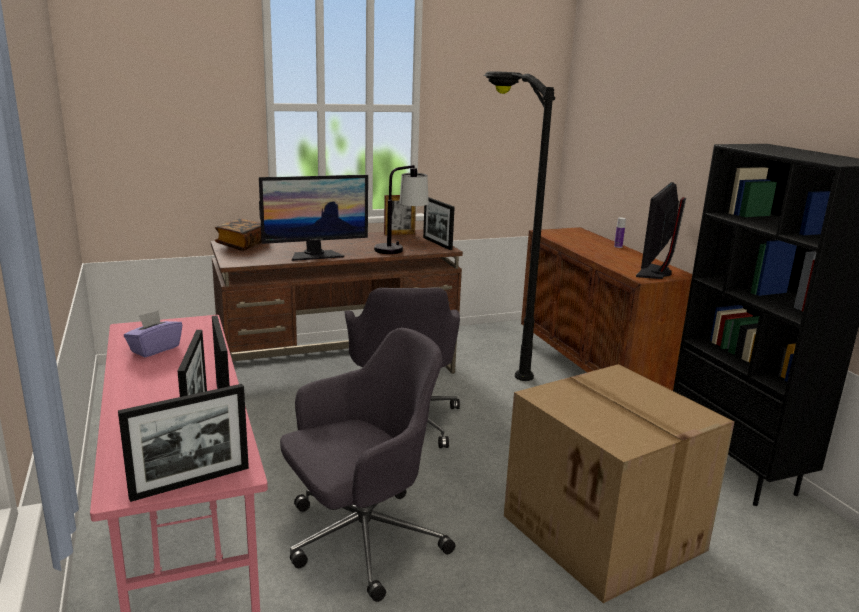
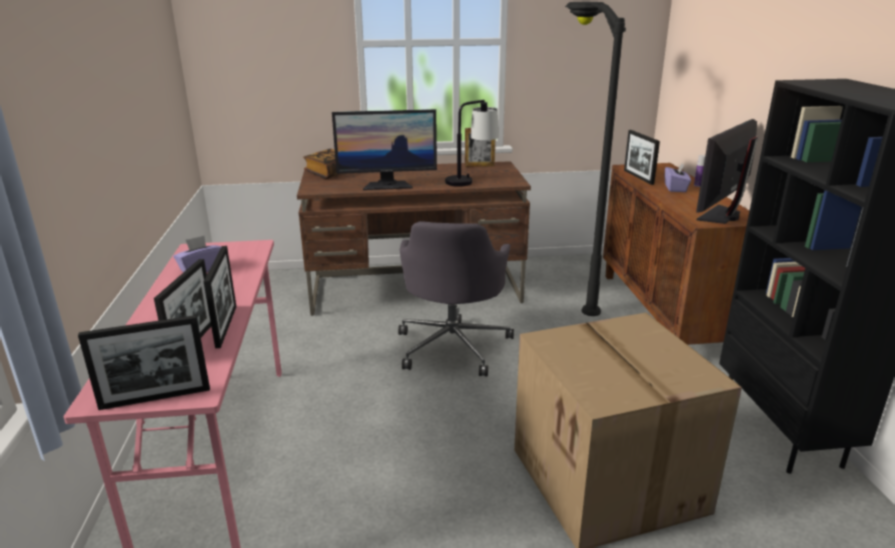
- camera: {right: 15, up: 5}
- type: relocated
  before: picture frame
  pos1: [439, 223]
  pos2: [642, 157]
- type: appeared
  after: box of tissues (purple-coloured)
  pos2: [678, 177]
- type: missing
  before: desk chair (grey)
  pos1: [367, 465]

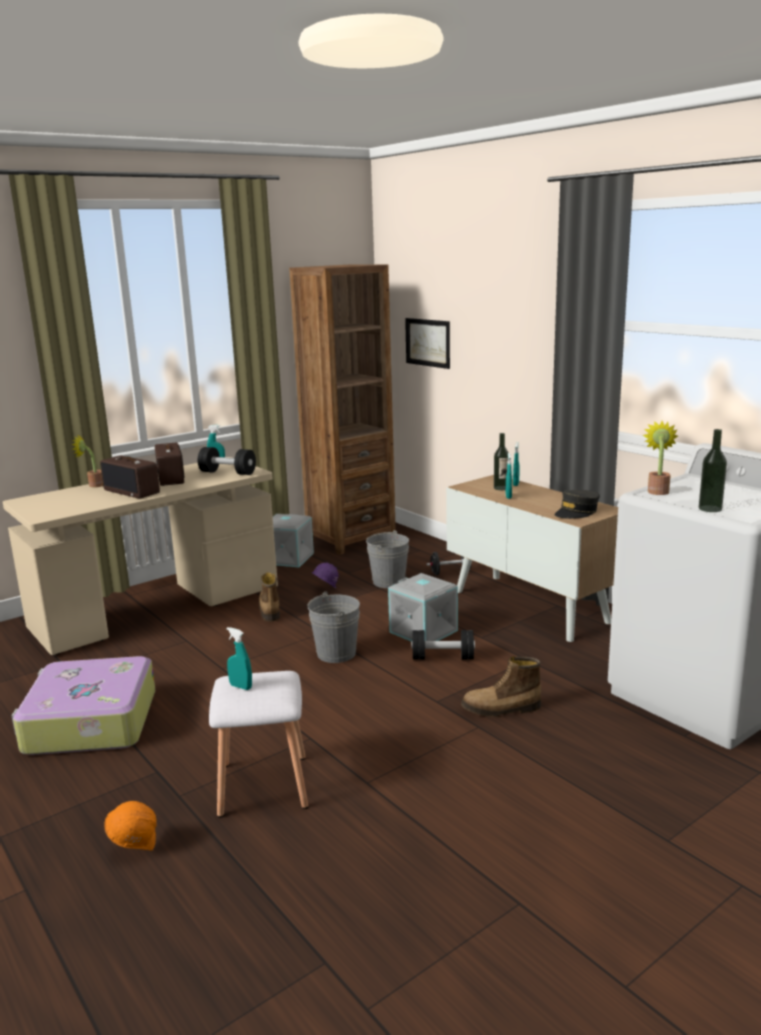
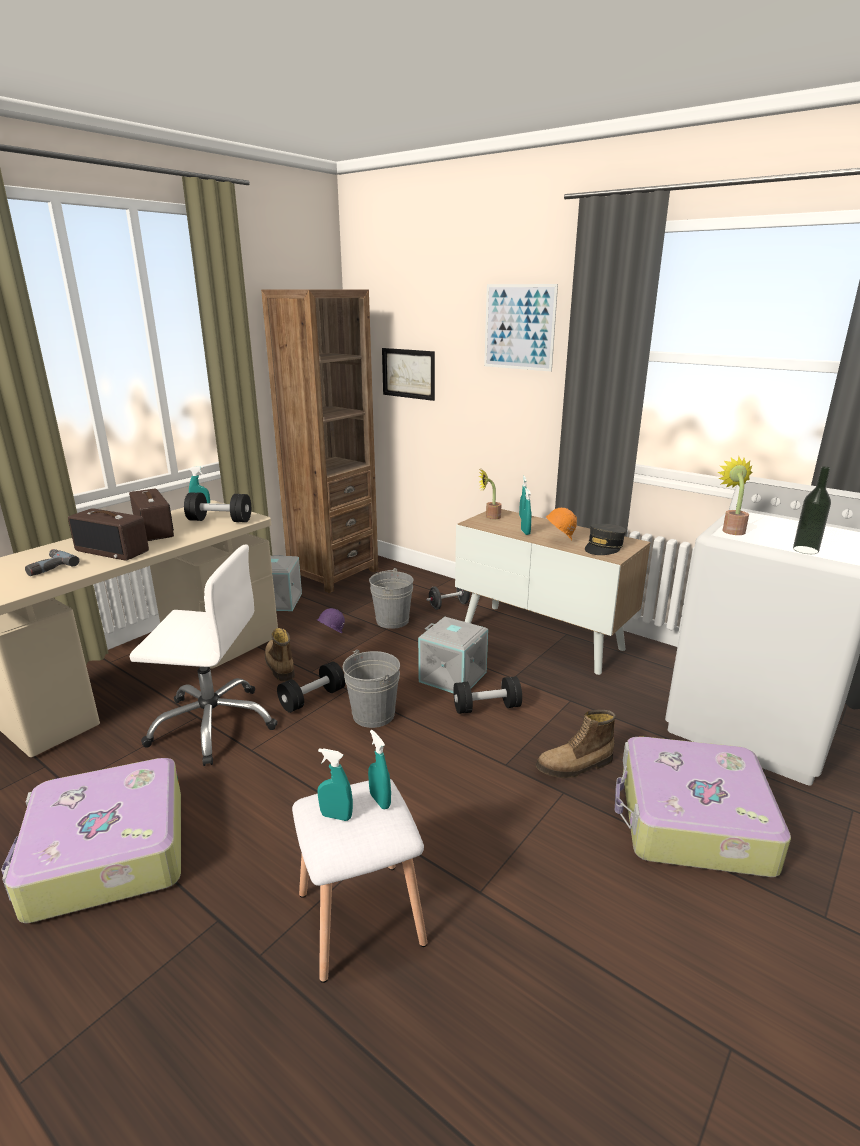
- camera: {right: -15, up: 5}
- type: appeared
  after: power drill
  pos2: [52, 562]
- type: appeared
  after: desk chair (white)
  pos2: [203, 655]
- type: appeared
  after: hand weight (black-coloured)
  pos2: [311, 687]
- type: appeared
  after: hand sprayer (turquoise-coloured)
  pos2: [379, 769]
- type: relocated
  before: potted plant
  pos1: [87, 461]
  pos2: [490, 494]
- type: appeared
  after: wall picture
  pos2: [521, 328]
- type: relocated
  before: safety helmet (orangey)
  pos1: [130, 826]
  pos2: [561, 524]
- type: appeared
  after: piece of luggage
  pos2: [703, 807]
- type: missing
  before: drink bottle
  pos1: [501, 461]

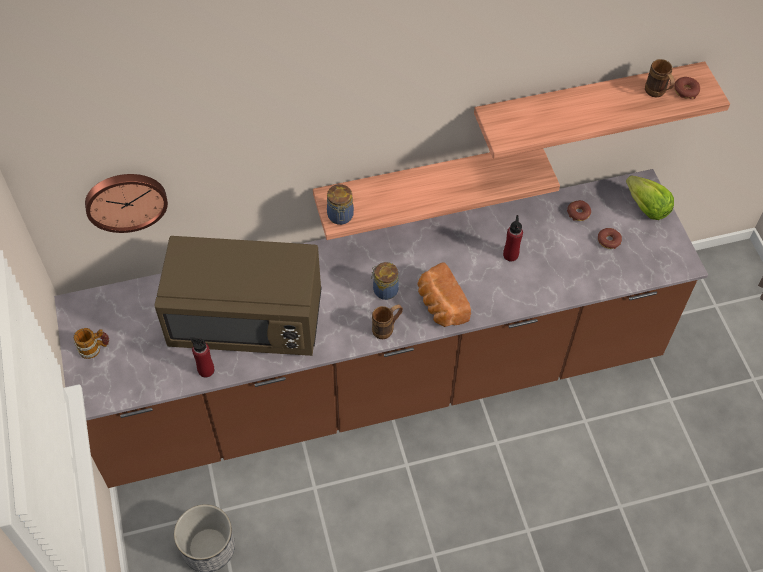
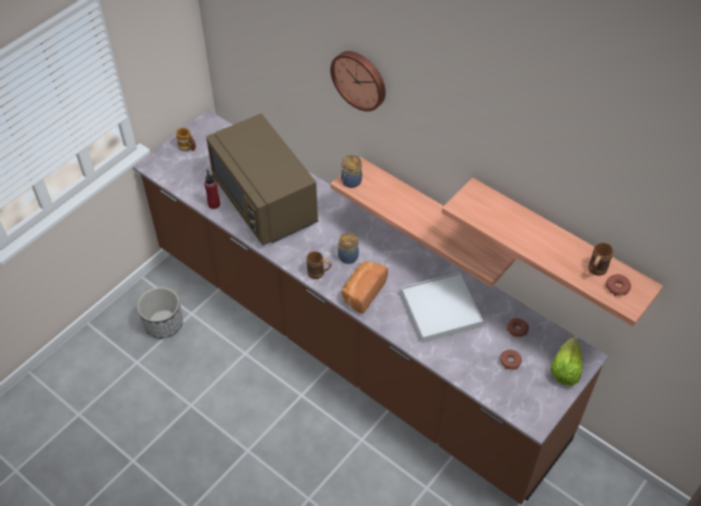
- camera: {right: 55, up: -5}
- type: relocated
  before: wall clock
  pos1: [126, 203]
  pos2: [358, 81]
- type: exchanged
  before: drink bottle (red)
  after: serving tray (white)
  pos1: [513, 238]
  pos2: [442, 307]

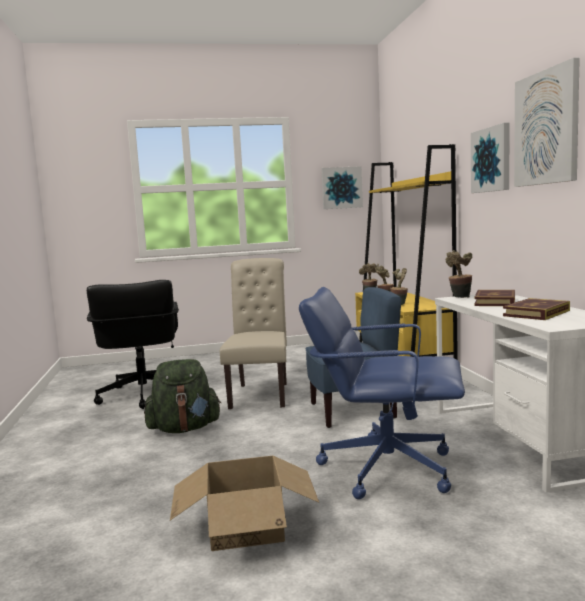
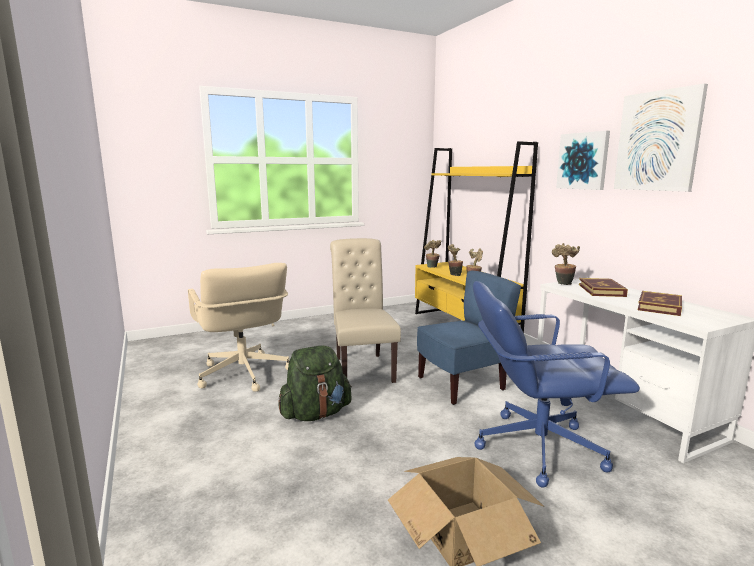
- camera: {right: -15, up: 5}
- type: colour
  before: desk chair (black-coloured)
  after: desk chair (beige-coloured)
  pos1: [133, 344]
  pos2: [238, 327]
- type: missing
  before: wall picture
  pos1: [342, 187]

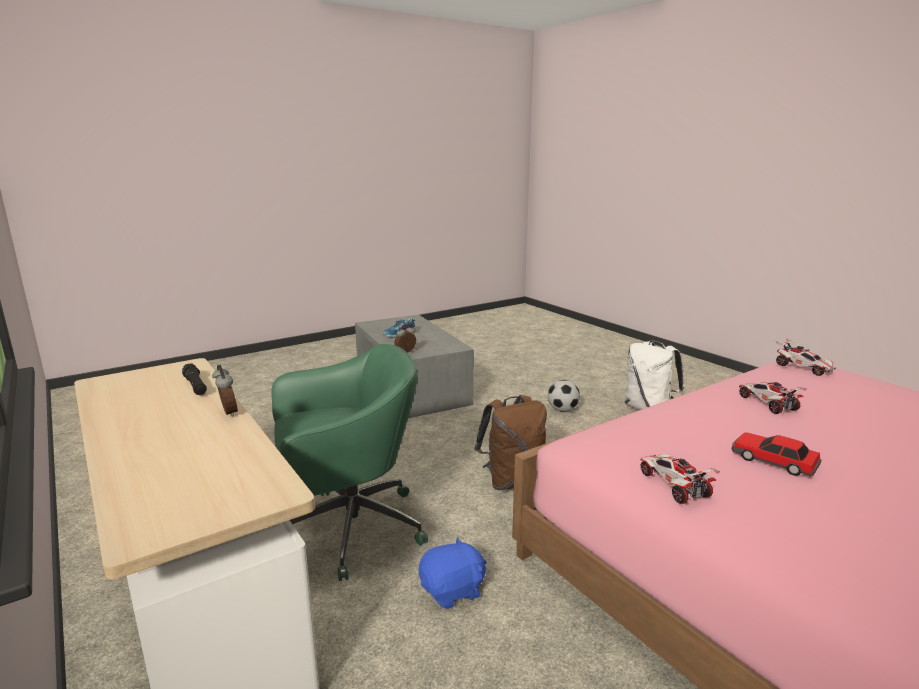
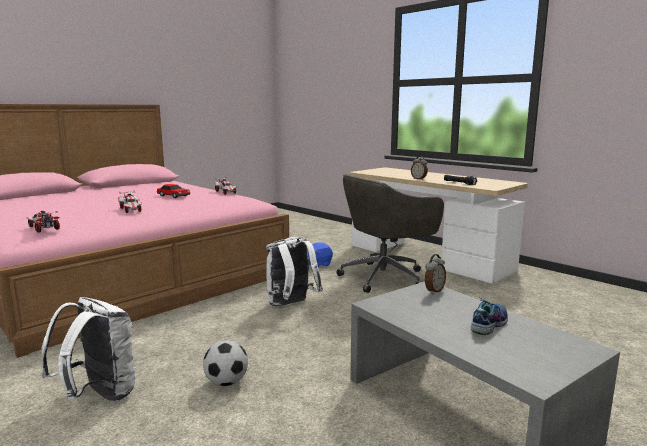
- camera: {right: 170, up: -5}
- type: colour
  before: backpack (brown)
  after: backpack (white)
  pos1: [511, 442]
  pos2: [294, 271]
- type: colour
  before: desk chair (green)
  after: desk chair (grey)
  pos1: [349, 462]
  pos2: [390, 233]

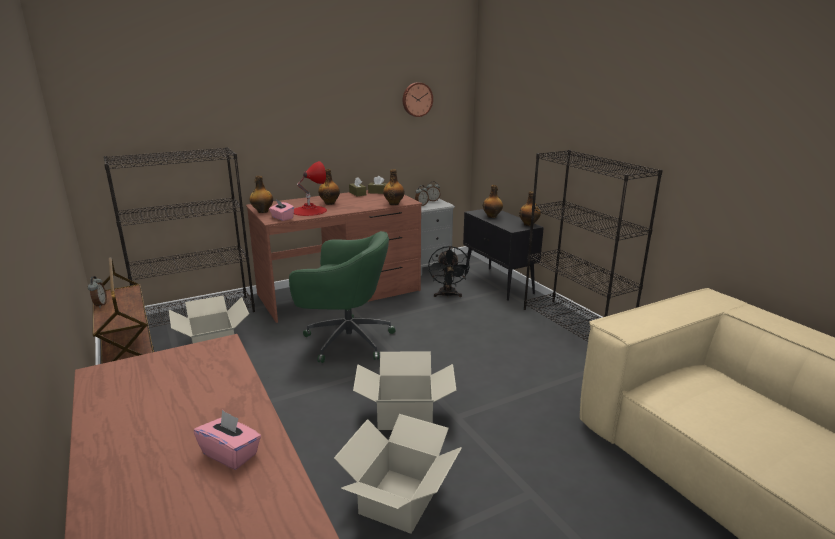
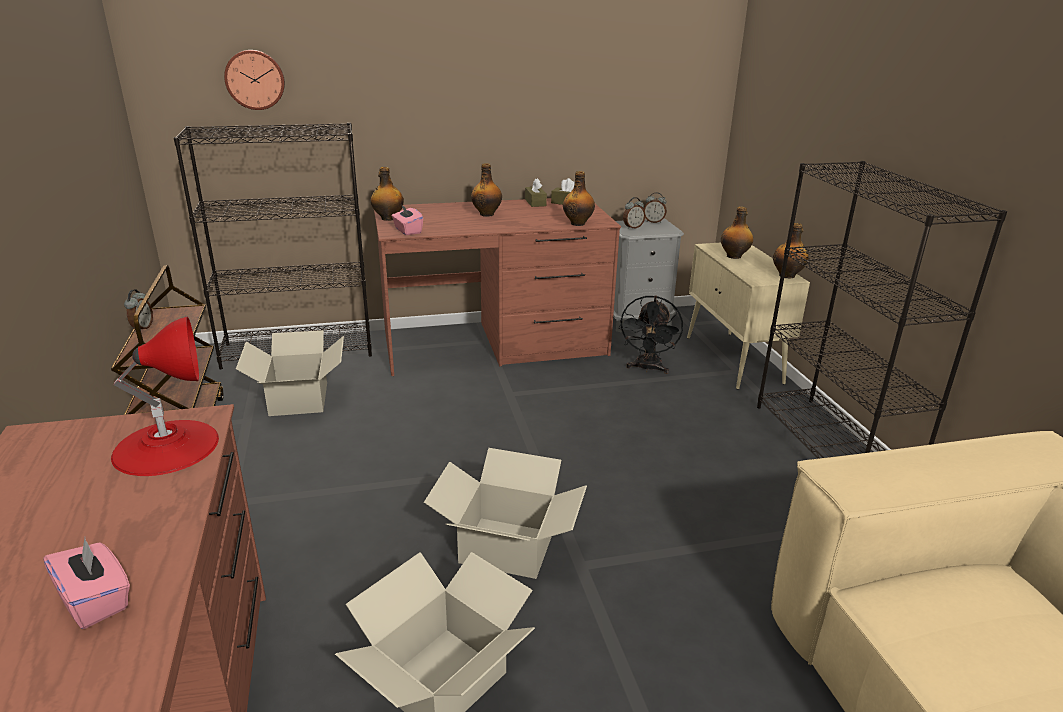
- camera: {right: 15, up: 5}
- type: relocated
  before: lamp for a table (red)
  pos1: [310, 188]
  pos2: [165, 396]
- type: relocated
  before: wall clock
  pos1: [418, 99]
  pos2: [254, 80]
- type: colour
  before: cabinet (black-coloured)
  after: cabinet (beige-coloured)
  pos1: [503, 255]
  pos2: [748, 316]
- type: missing
  before: desk chair (green)
  pos1: [342, 297]

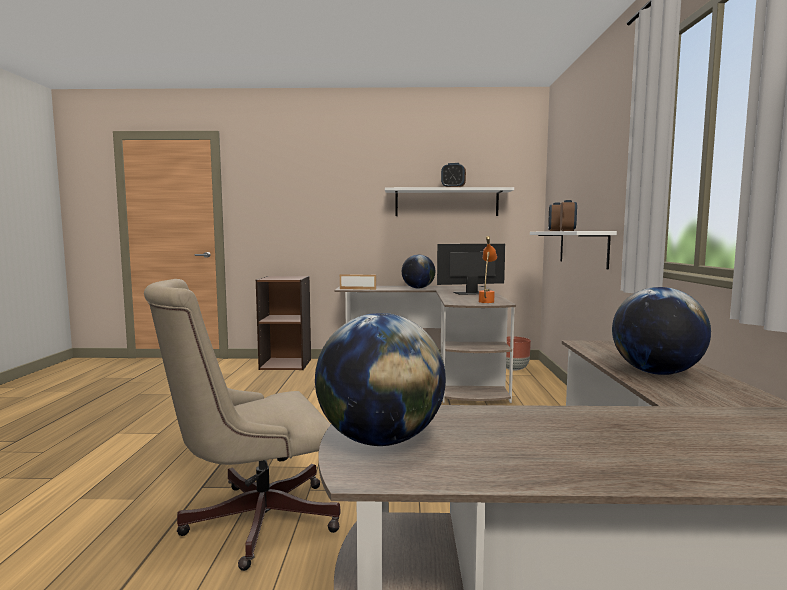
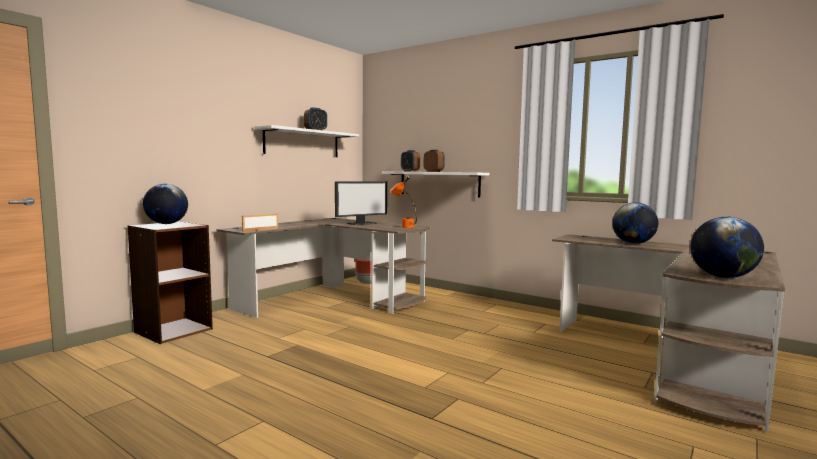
- camera: {right: -55, up: 0}
- type: relocated
  before: desk globe
  pos1: [418, 271]
  pos2: [165, 204]
- type: spun
  before: computer screen
  pos1: [471, 269]
  pos2: [361, 203]
  turn: -150
- type: missing
  before: desk chair (beige-coloured)
  pos1: [242, 425]

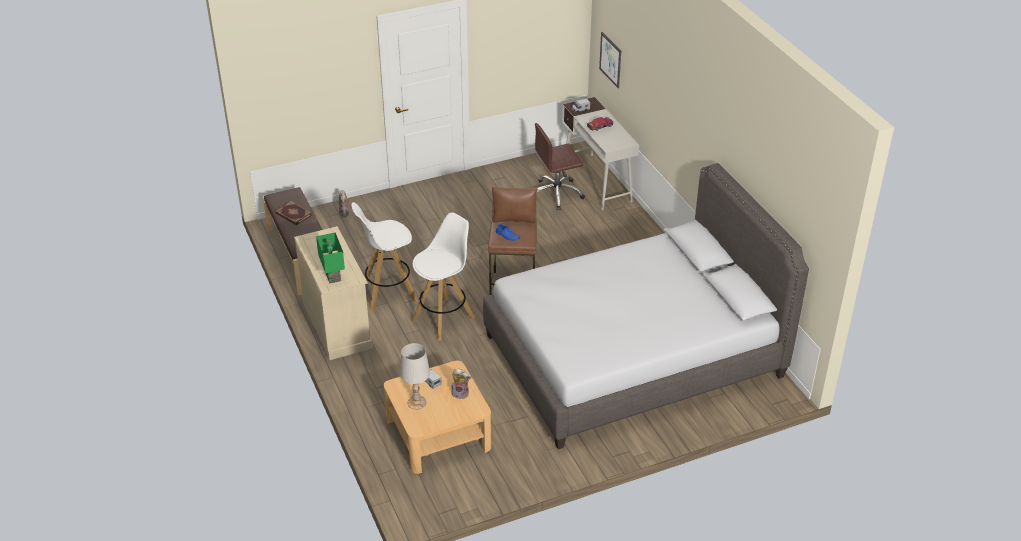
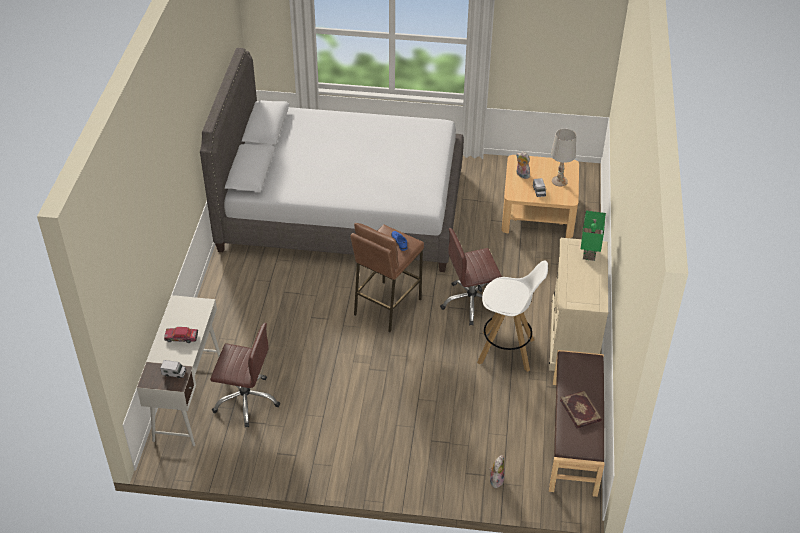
- camera: {right: -150, up: 5}
- type: exchanged
  before: stool seat (white)
  after: desk chair (brown)
  pos1: [443, 276]
  pos2: [471, 276]
- type: missing
  before: wall picture
  pos1: [610, 60]

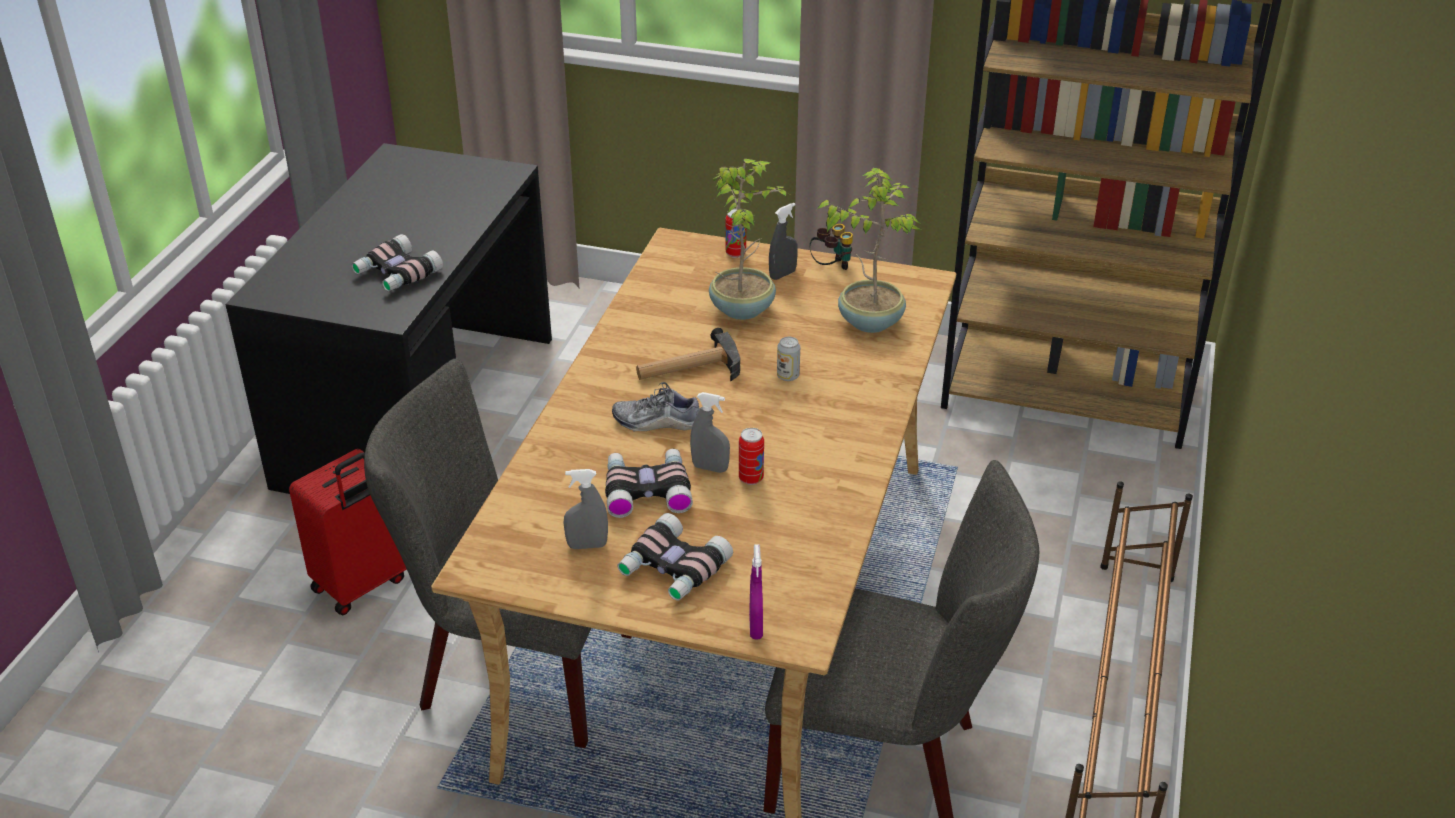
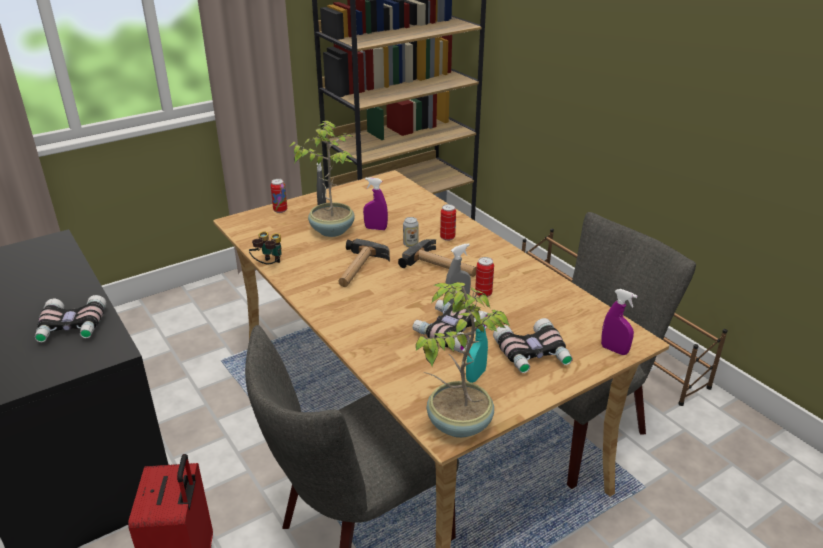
- camera: {right: -50, up: -5}
- type: relocated
  before: pair of binoculars
  pos1: [831, 247]
  pos2: [265, 247]
- type: appeared
  after: hand sprayer (purple-coloured)
  pos2: [375, 203]
- type: appeared
  after: tool hammer
  pos2: [437, 258]
- type: relocated
  before: potted plant
  pos1: [869, 250]
  pos2: [462, 360]
- type: appeared
  after: metal can
  pos2: [448, 222]
- type: colour
  before: hand sprayer (grey)
  after: hand sprayer (turquoise-coloured)
  pos1: [586, 509]
  pos2: [477, 347]
- type: missing
  before: low shoe
  pos1: [656, 406]

